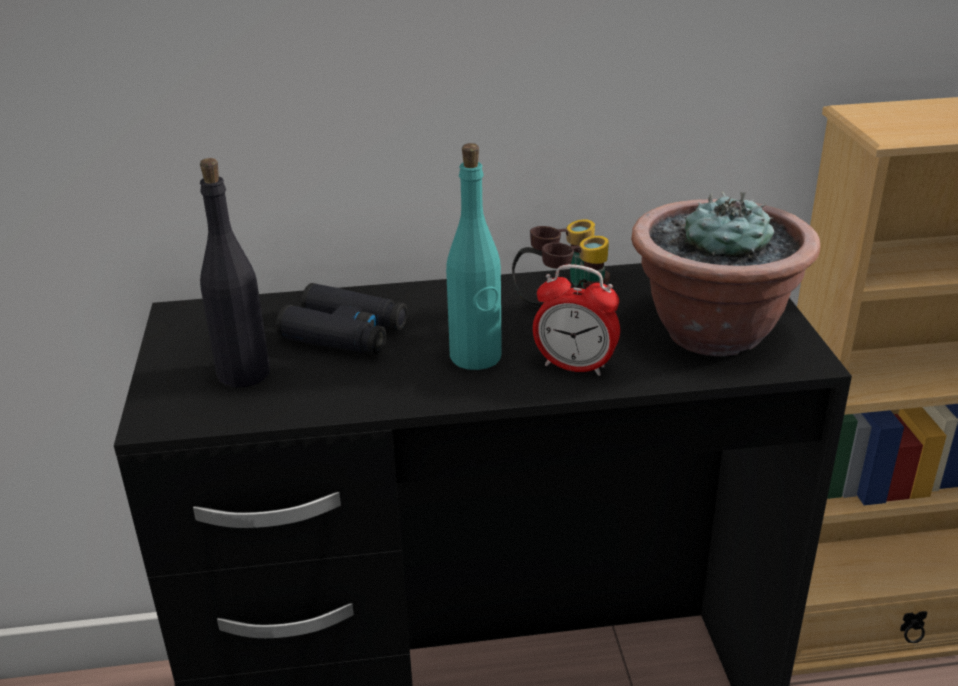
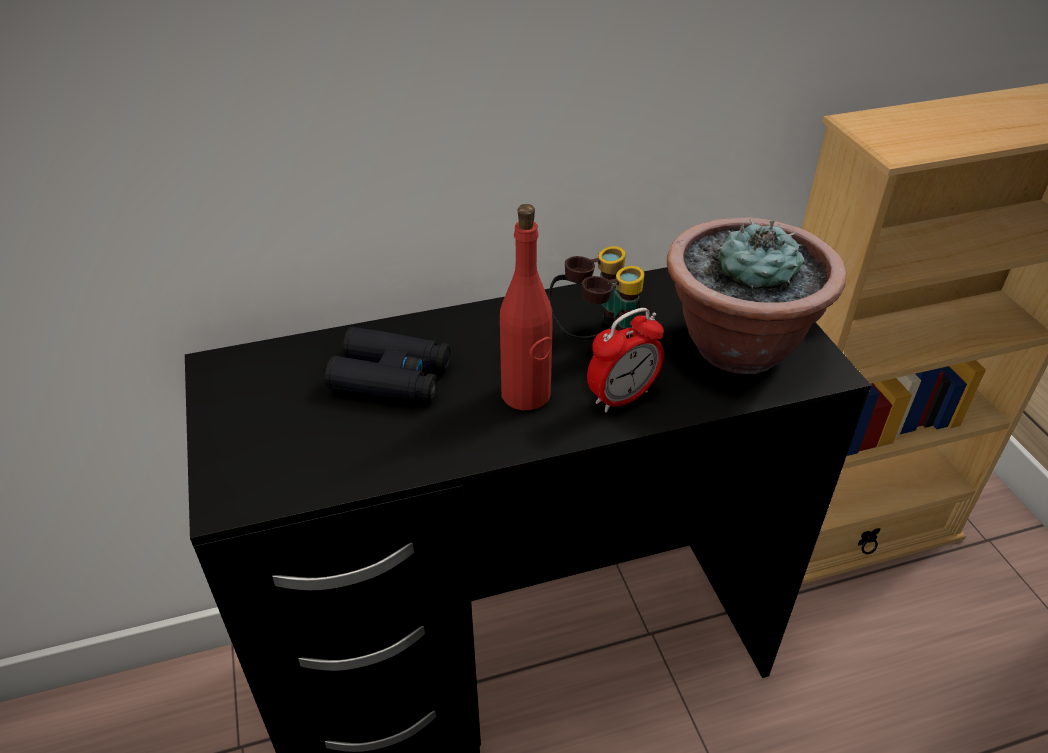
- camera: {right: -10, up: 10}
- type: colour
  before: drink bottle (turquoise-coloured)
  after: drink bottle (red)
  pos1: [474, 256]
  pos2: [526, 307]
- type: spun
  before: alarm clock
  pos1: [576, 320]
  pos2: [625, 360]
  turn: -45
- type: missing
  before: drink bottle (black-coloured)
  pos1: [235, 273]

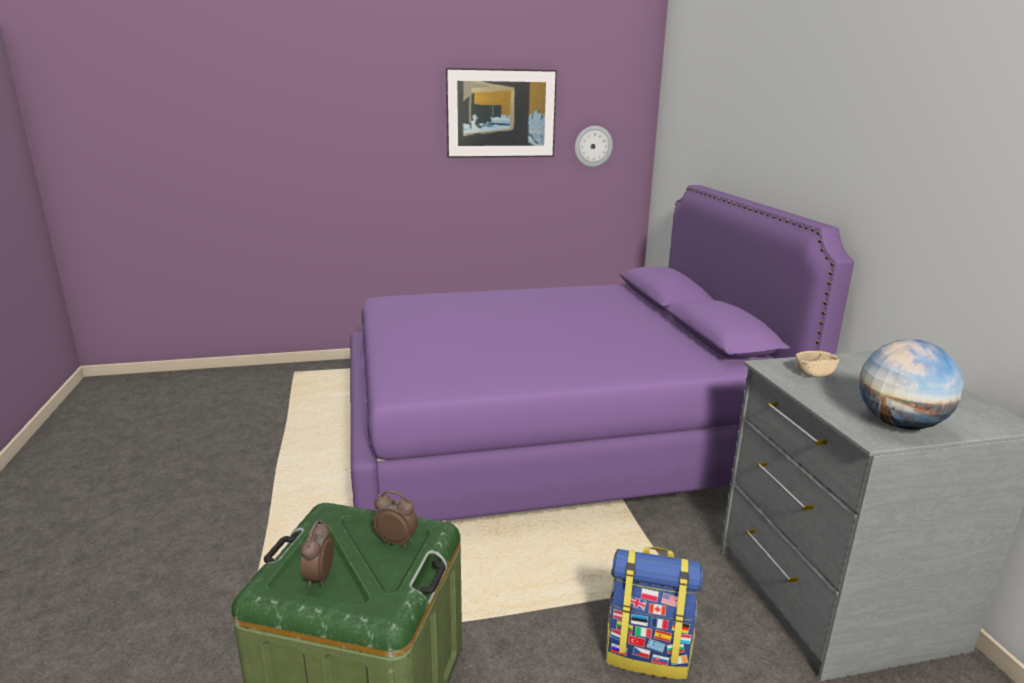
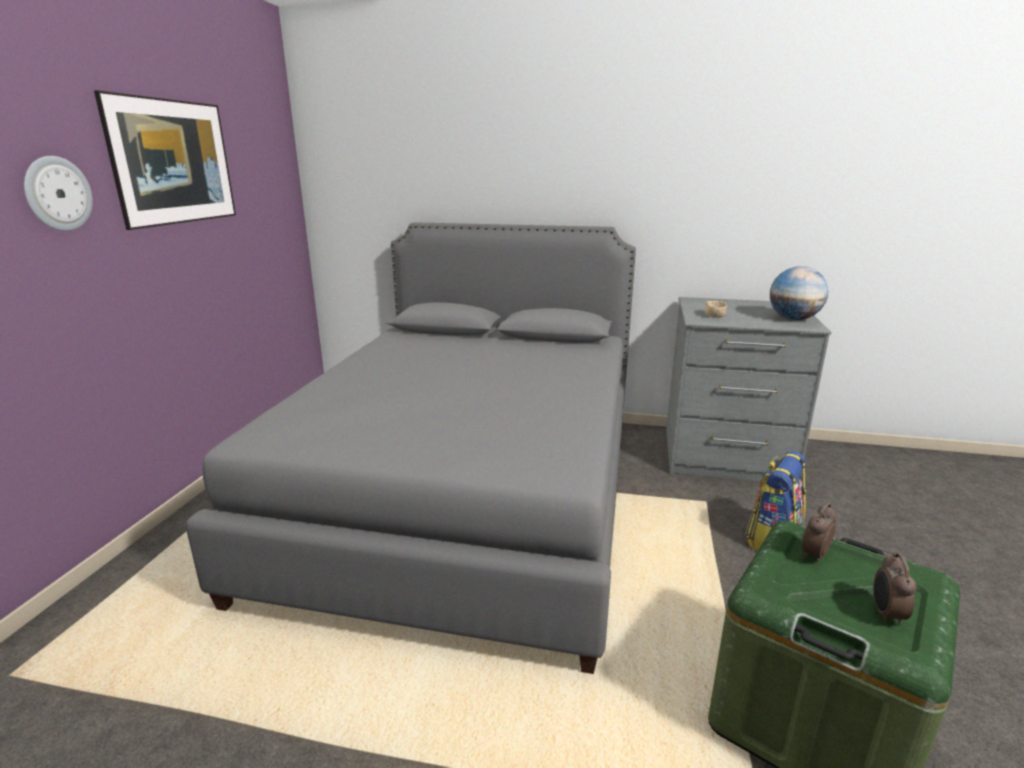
- camera: {right: -65, up: 0}
- type: relocated
  before: wall clock
  pos1: [594, 146]
  pos2: [58, 193]
- type: colour
  before: sleeping bed (purple-coloured)
  after: sleeping bed (grey)
  pos1: [602, 353]
  pos2: [410, 448]
- type: spun
  before: alarm clock
  pos1: [317, 553]
  pos2: [895, 588]
  turn: 75

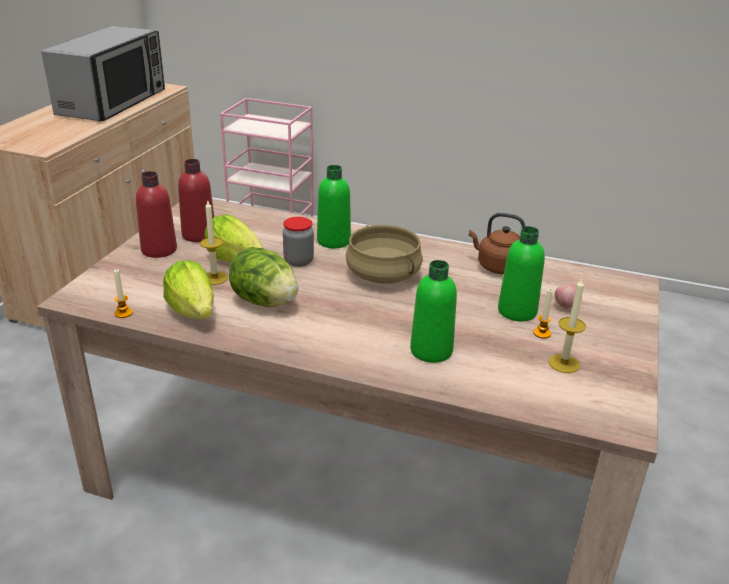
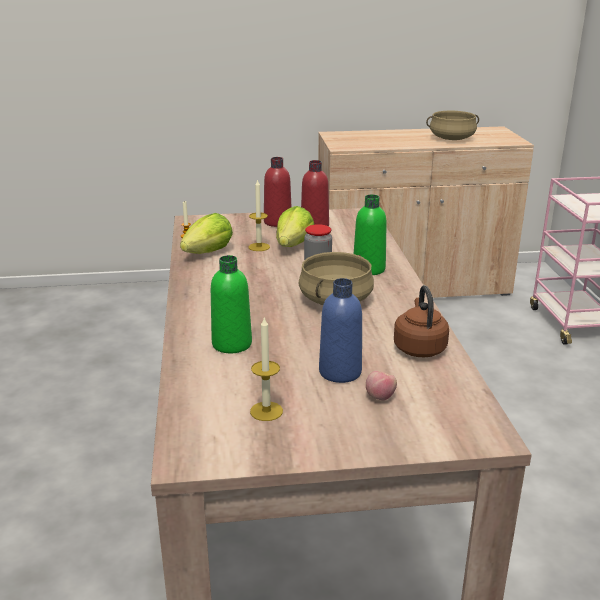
- camera: {right: 65, up: -5}
- type: colour
  before: drink bottle (green)
  after: drink bottle (blue-coloured)
  pos1: [521, 273]
  pos2: [340, 330]
- type: exchanged
  before: microwave
  after: stockpot (beige-coloured)
  pos1: [103, 73]
  pos2: [452, 125]
- type: missing
  before: lettuce
  pos1: [263, 277]
- type: missing
  before: wax candle
  pos1: [543, 314]

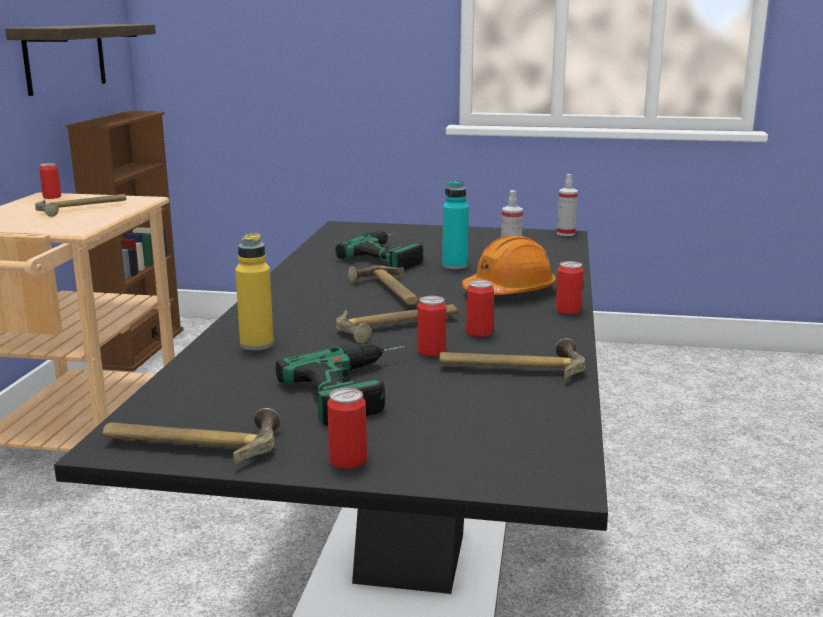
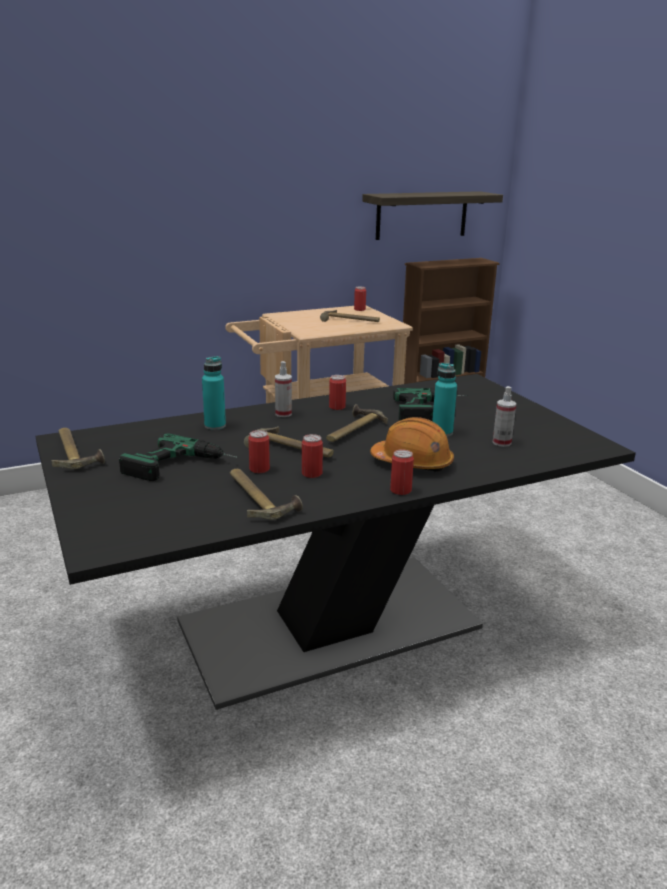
- camera: {right: 55, up: 5}
- type: colour
  before: drink bottle (yellow)
  after: drink bottle (turquoise-coloured)
  pos1: [254, 292]
  pos2: [214, 393]
- type: relocated
  before: hand sprayer
  pos1: [567, 205]
  pos2: [283, 389]
- type: relocated
  before: metal can
  pos1: [347, 428]
  pos2: [337, 392]

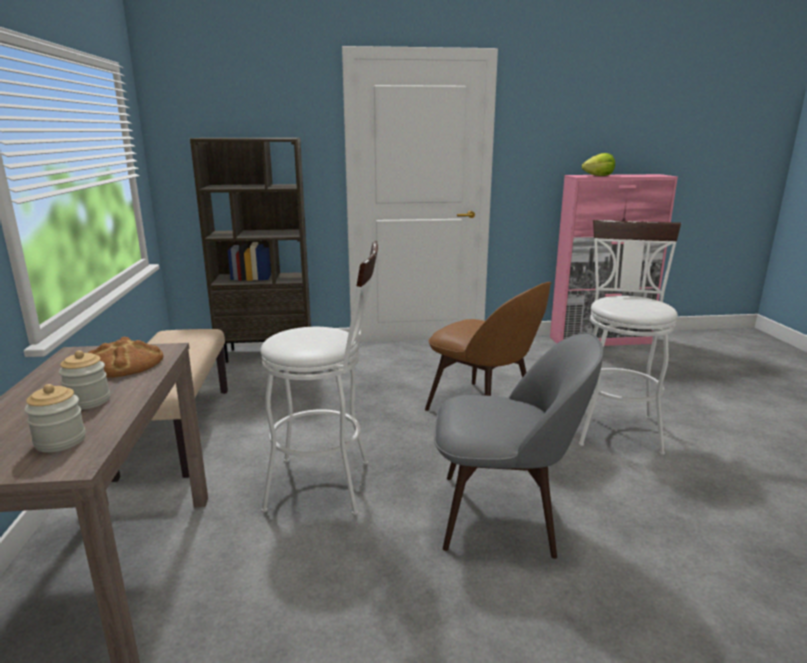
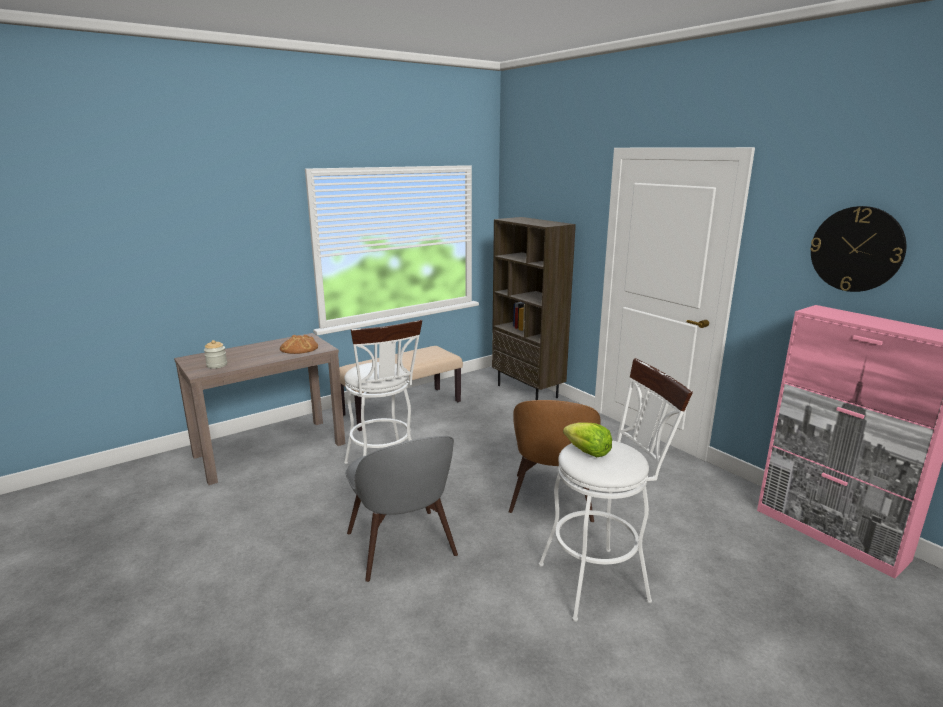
- camera: {right: 60, up: 0}
- type: relocated
  before: lettuce
  pos1: [598, 164]
  pos2: [587, 439]
- type: appeared
  after: wall clock
  pos2: [858, 249]
- type: missing
  before: jar
  pos1: [84, 380]

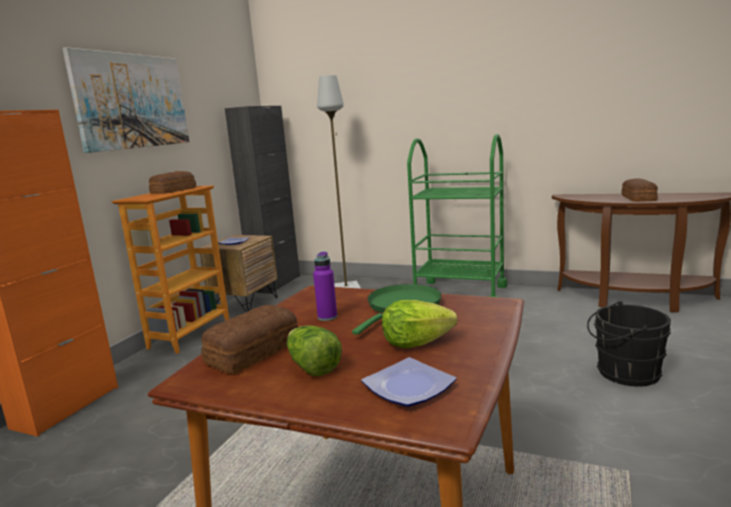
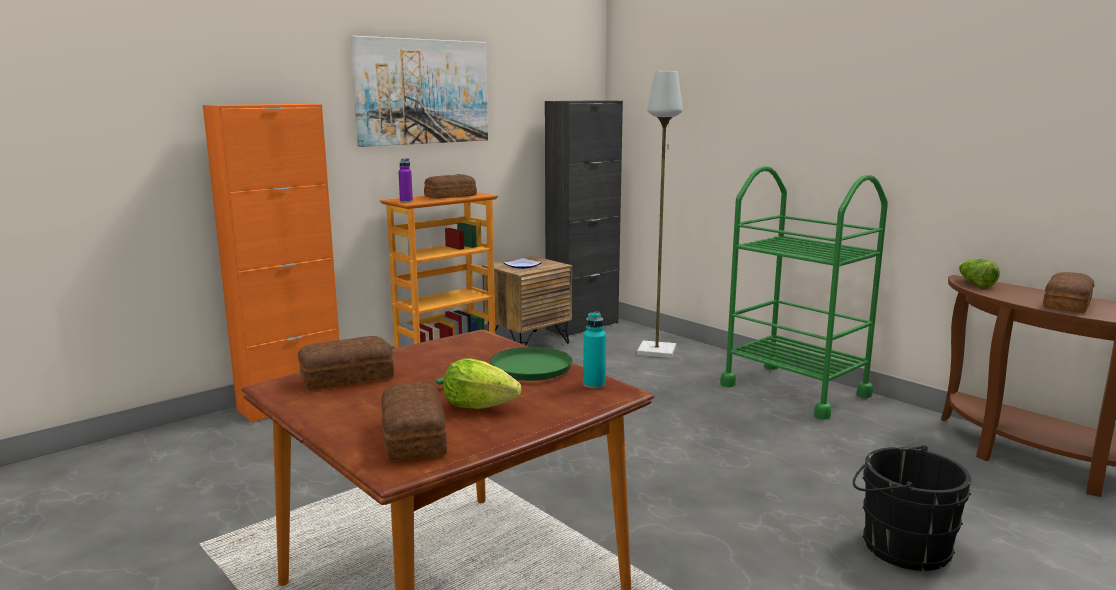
- camera: {right: 25, up: 0}
- type: exchanged
  before: flat dish
  after: bread
  pos1: [409, 382]
  pos2: [414, 422]
- type: relocated
  before: drink bottle (purple-coloured)
  pos1: [325, 286]
  pos2: [405, 180]
- type: appeared
  after: drink bottle (turquoise-coloured)
  pos2: [594, 350]
- type: relocated
  before: lettuce
  pos1: [314, 350]
  pos2: [979, 273]

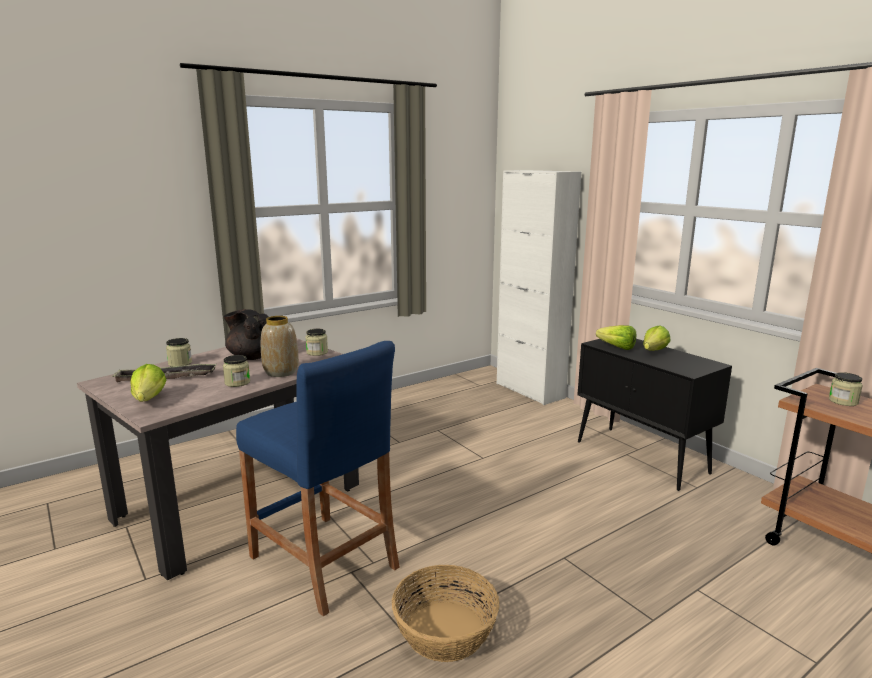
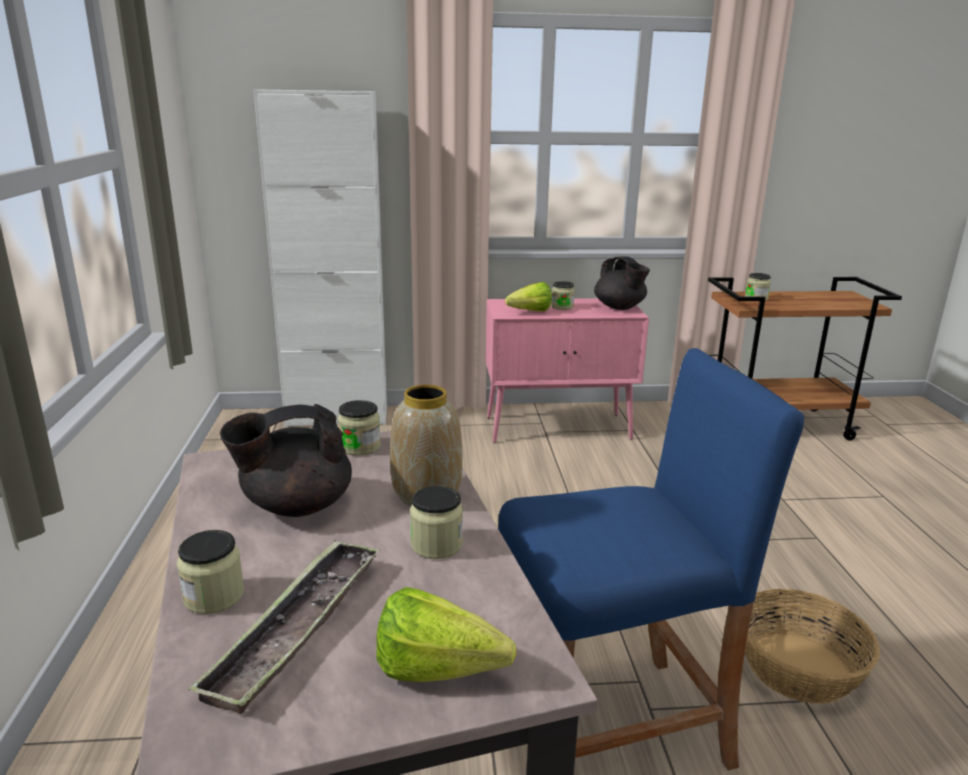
- camera: {right: -60, up: 5}
- type: colour
  before: cabinet (black-coloured)
  after: cabinet (pinkish)
  pos1: [654, 415]
  pos2: [567, 370]
- type: exchanged
  before: lettuce
  after: jar
  pos1: [657, 338]
  pos2: [563, 295]
- type: appeared
  after: teapot (black-coloured)
  pos2: [622, 283]

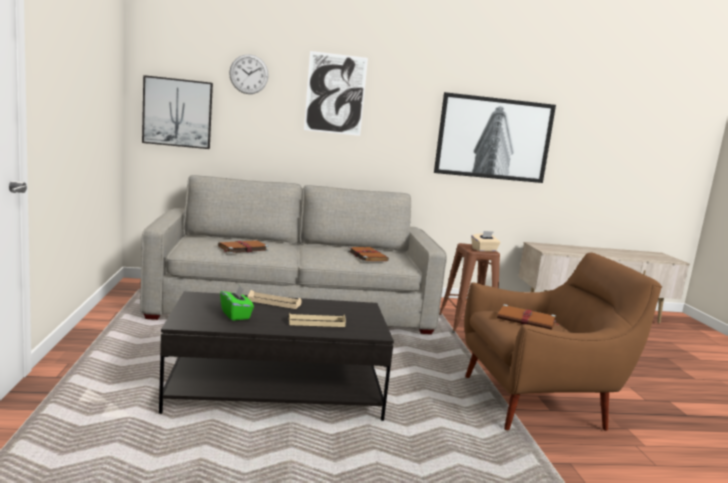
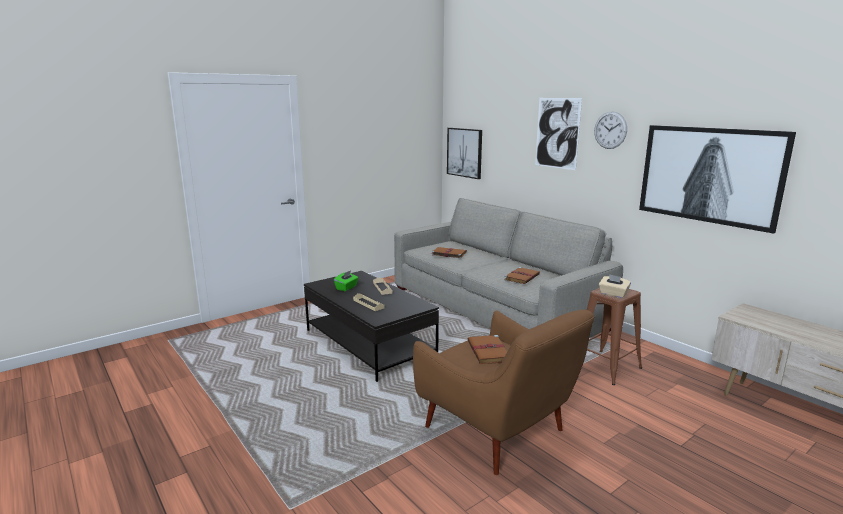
- camera: {right: 60, up: 5}
- type: relocated
  before: wall clock
  pos1: [249, 74]
  pos2: [610, 130]

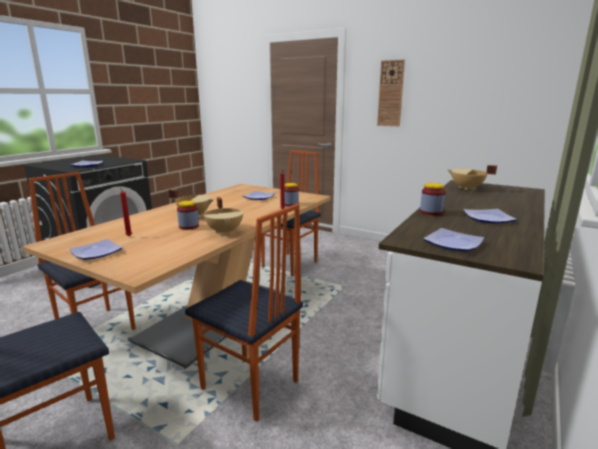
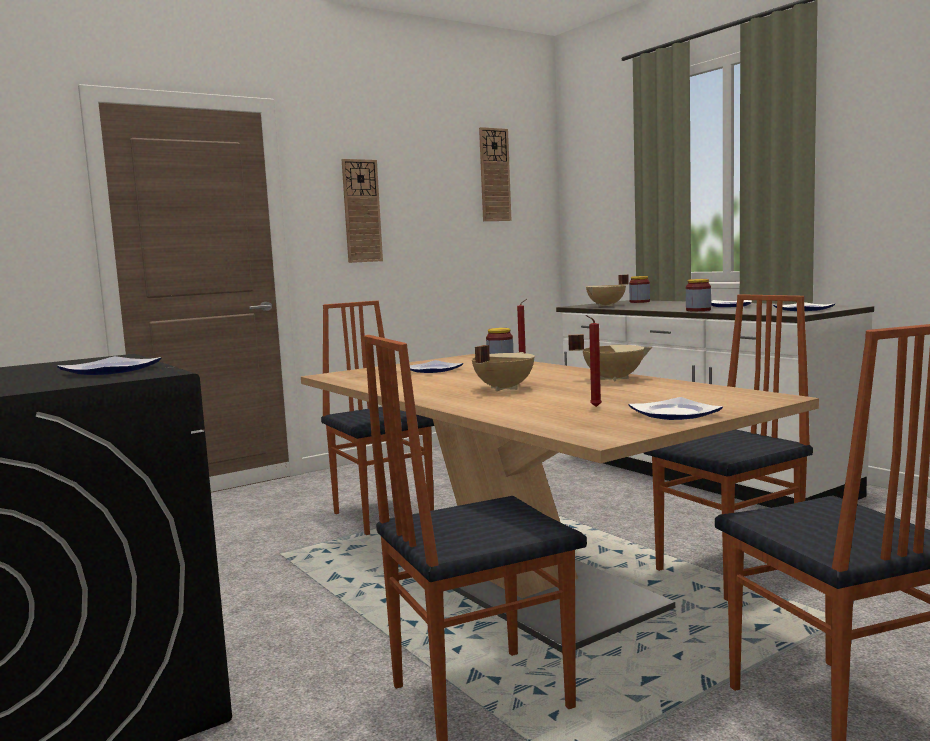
- camera: {right: -65, up: -10}
- type: appeared
  after: wall clock
  pos2: [495, 174]
- type: relocated
  before: jar
  pos1: [188, 215]
  pos2: [639, 289]

